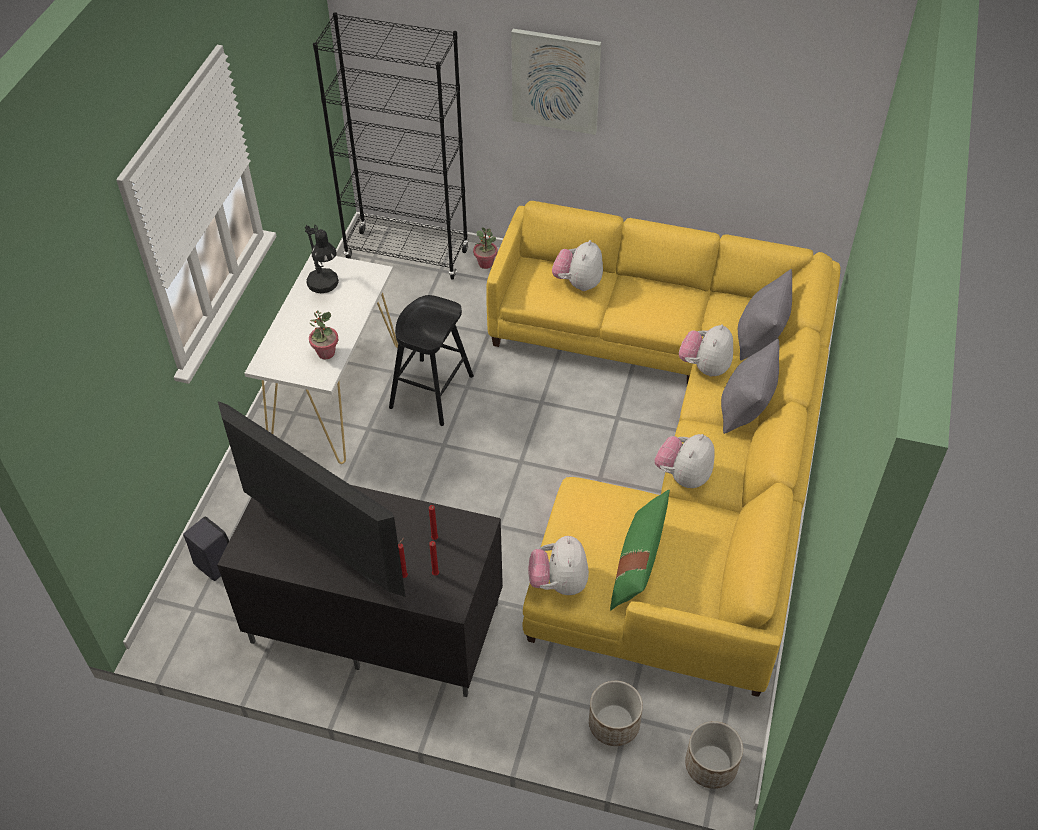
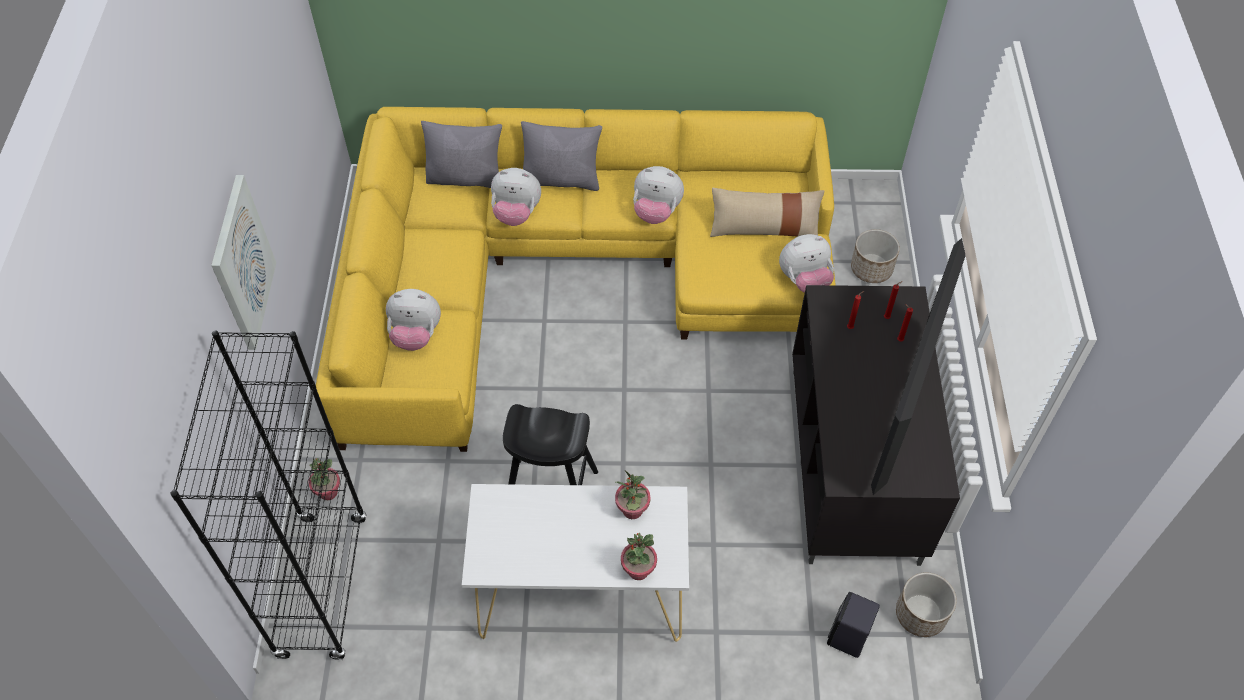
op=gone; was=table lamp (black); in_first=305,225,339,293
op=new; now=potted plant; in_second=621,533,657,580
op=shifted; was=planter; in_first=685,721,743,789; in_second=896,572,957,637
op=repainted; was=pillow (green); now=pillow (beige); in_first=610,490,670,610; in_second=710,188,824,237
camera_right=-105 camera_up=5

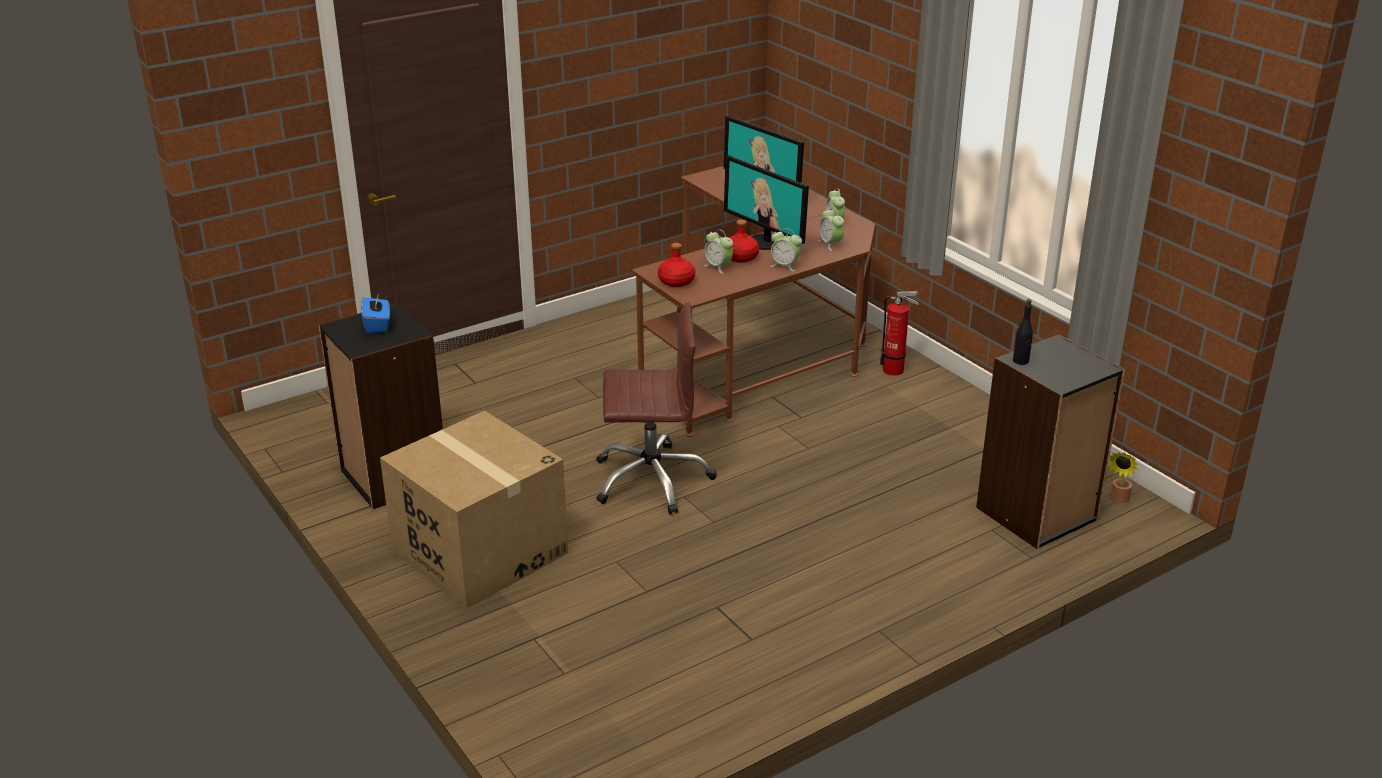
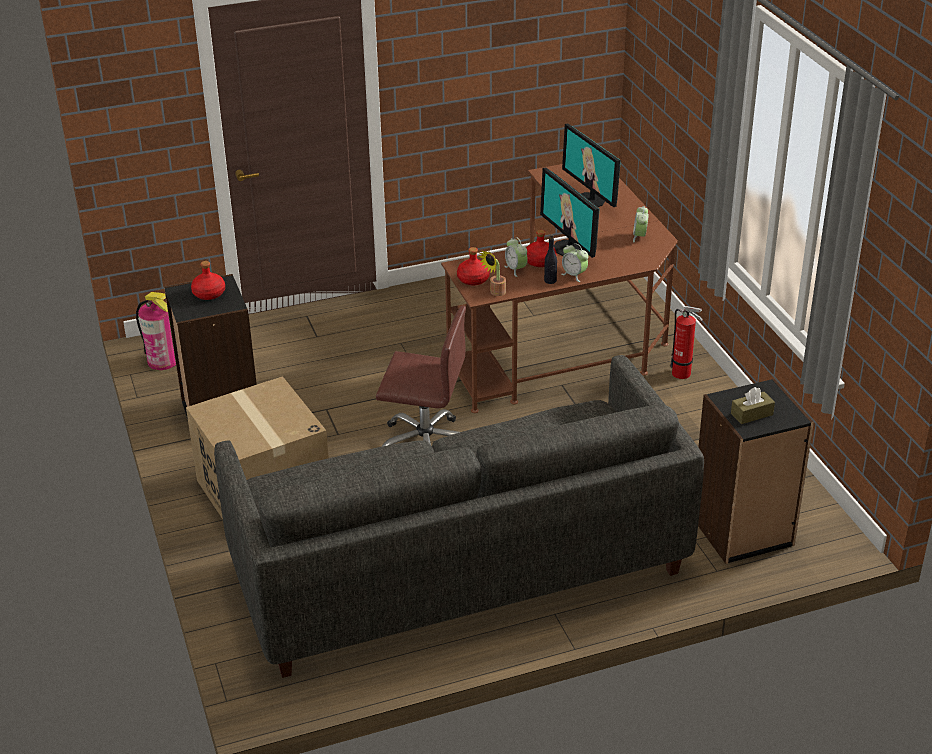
op=gone; was=alarm clock; in_first=818,208,844,251
op=new; now=fire extinguisher; in_second=136,292,176,370
op=new; now=sofa (grey); in_second=214,355,704,678
op=new; now=tissue box (brown); in_second=731,387,775,424
op=shifted; was=bottle (black); in_first=1013,299,1033,365; in_second=544,234,557,284
op=shifted; was=potted plant; in_first=1108,452,1138,503; in_second=478,250,506,296
op=swapped; was=tissue box (blue); now=bottle (red); in_first=361,293,390,333; in_second=191,261,225,300
camera_right=15 camera_up=5

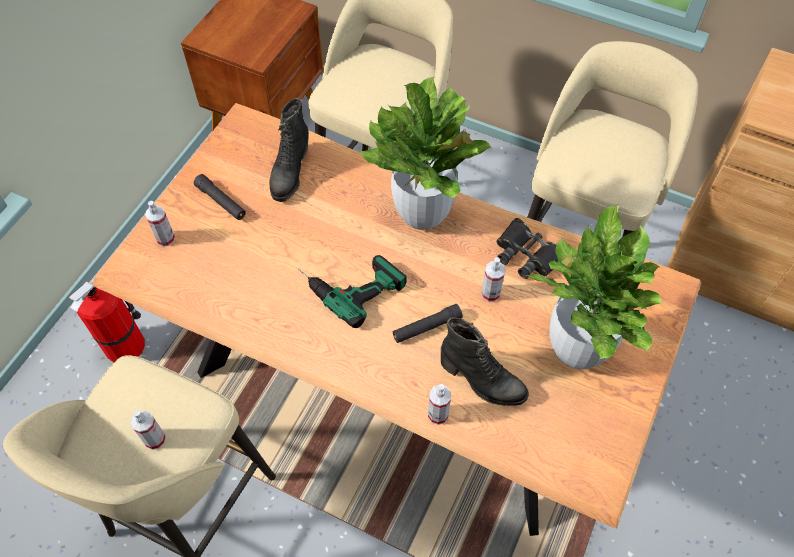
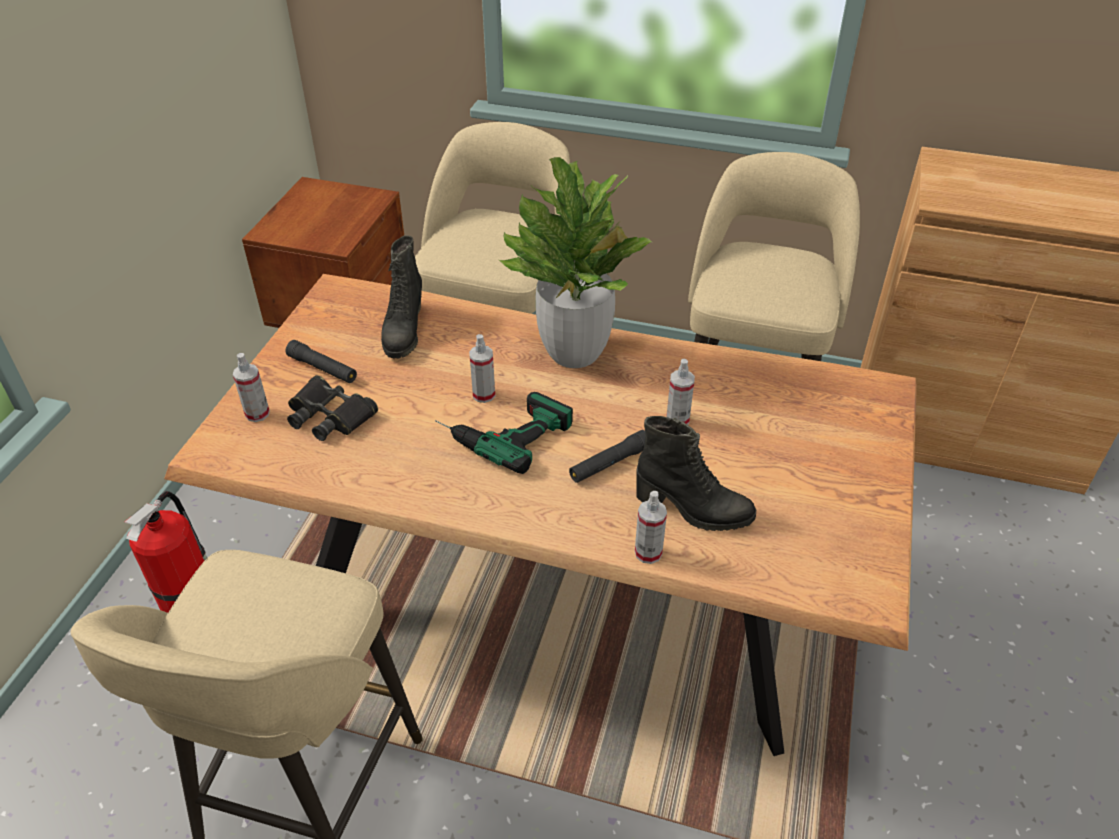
op=gone; was=potted plant; in_first=523,204,662,369
op=shifted; was=spray bottle; in_first=131,410,166,450; in_second=469,334,495,403
op=shifted; was=binoculars (black); in_first=496,218,558,279; in_second=287,375,378,441
camera_right=-10 camera_up=-15

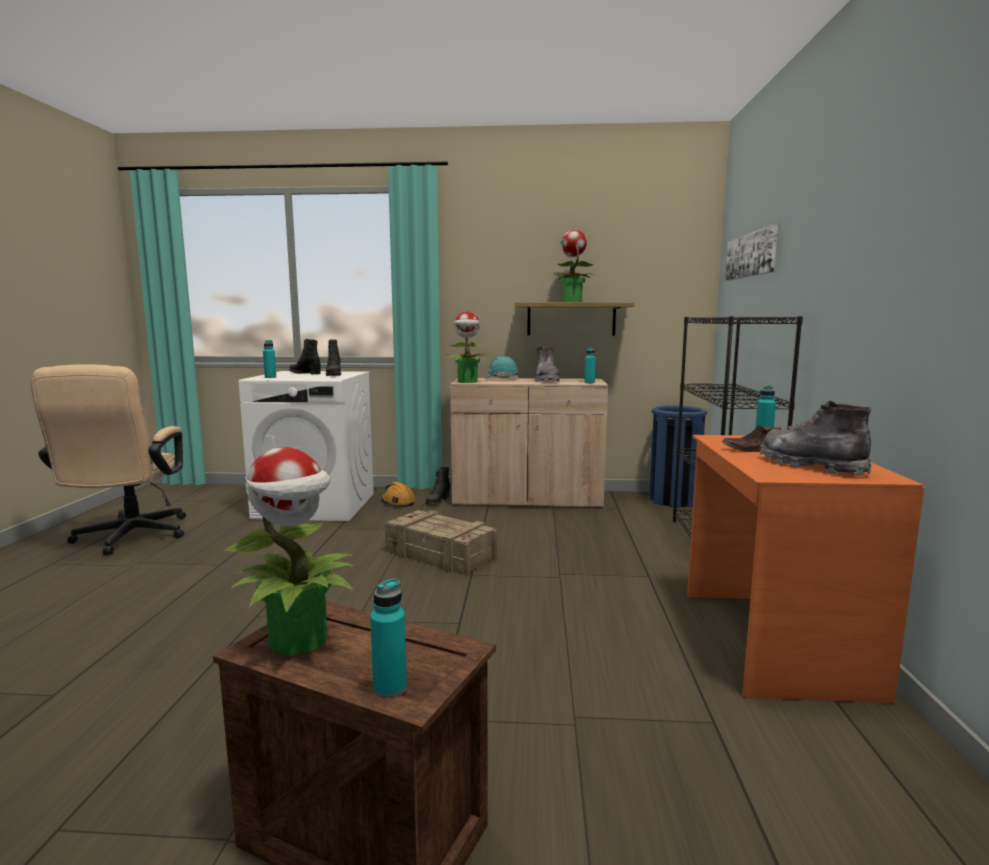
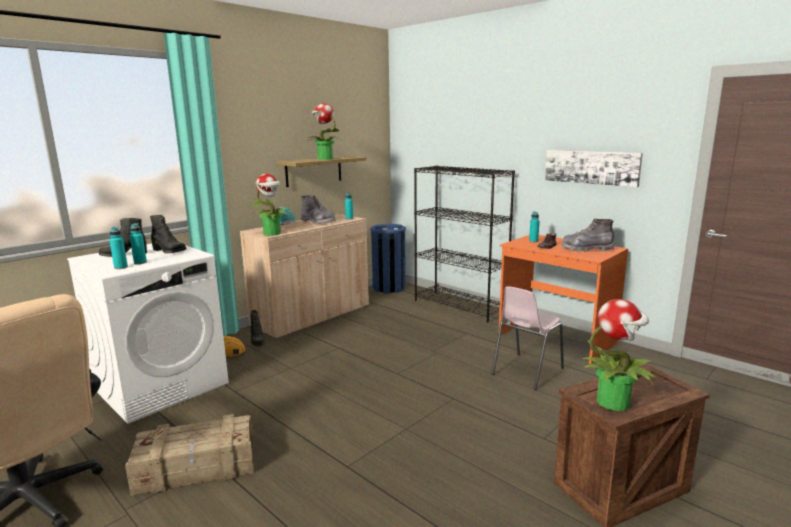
op=new; now=chair (pink); in_second=492,286,564,390
op=shifted; was=bottle (turquoise); in_first=370,579,407,698; in_second=130,223,147,264
op=shifted; was=crate; in_first=385,510,497,576; in_second=125,414,254,496
op=shifted; was=picture; in_first=725,225,778,280; in_second=545,150,643,187
camera_right=-50 camera_up=5

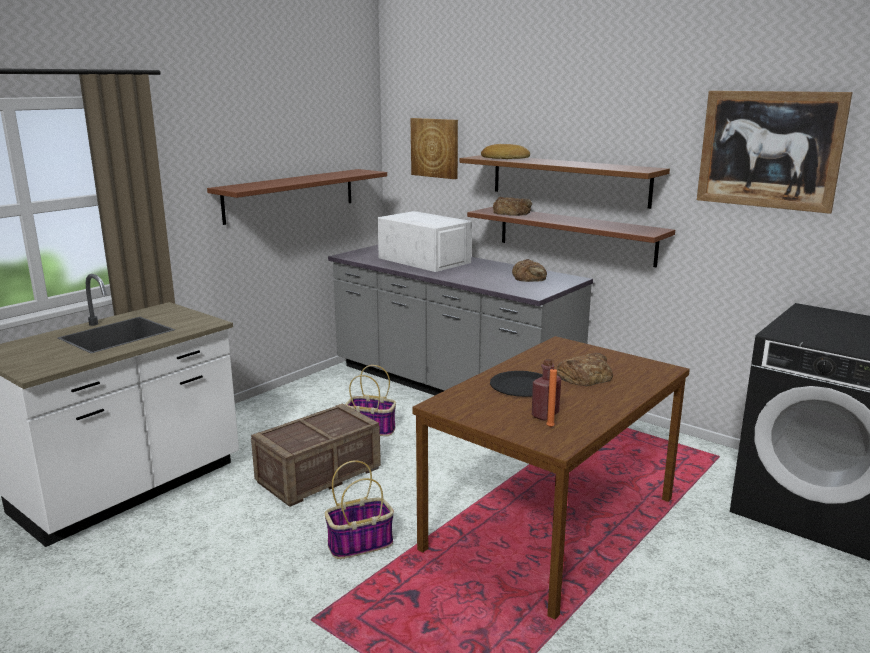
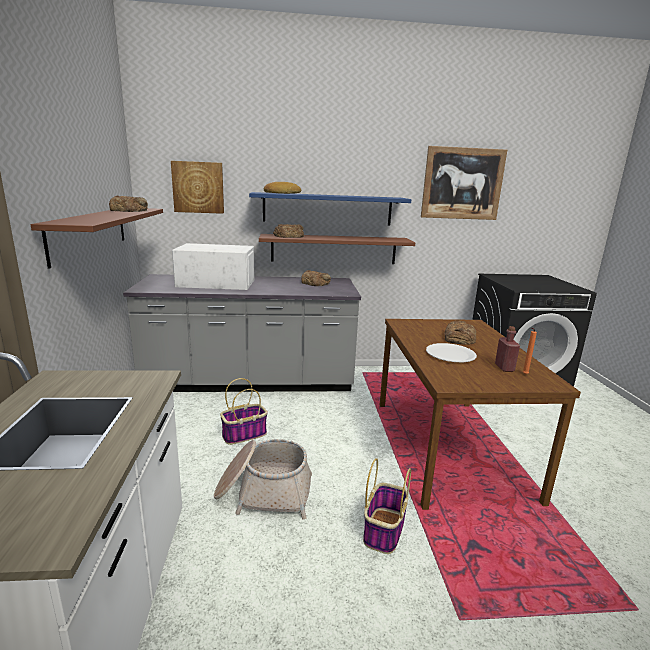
op=new; now=bread; in_second=109,196,148,212
op=swapped; was=crate; now=basket; in_first=251,404,381,507; in_second=214,439,312,520
op=repainted; was=shelf (brown); now=shelf (blue); in_first=459,155,670,209; in_second=249,192,412,225
op=repainted; was=plate (black); now=plate (white); in_first=490,371,543,397; in_second=426,343,477,362
camera_right=-45 camera_up=0

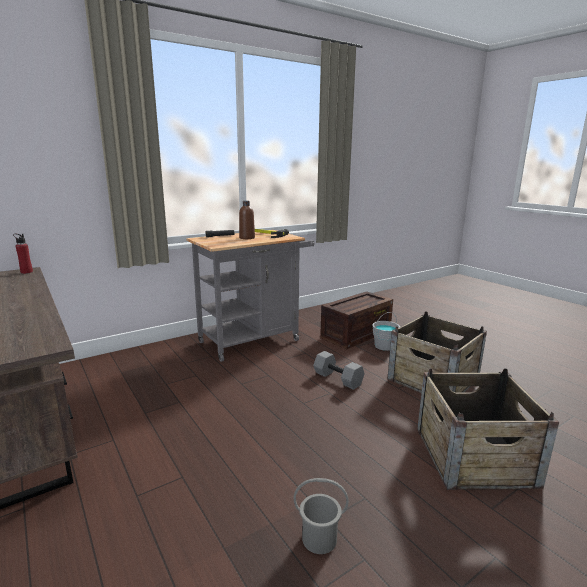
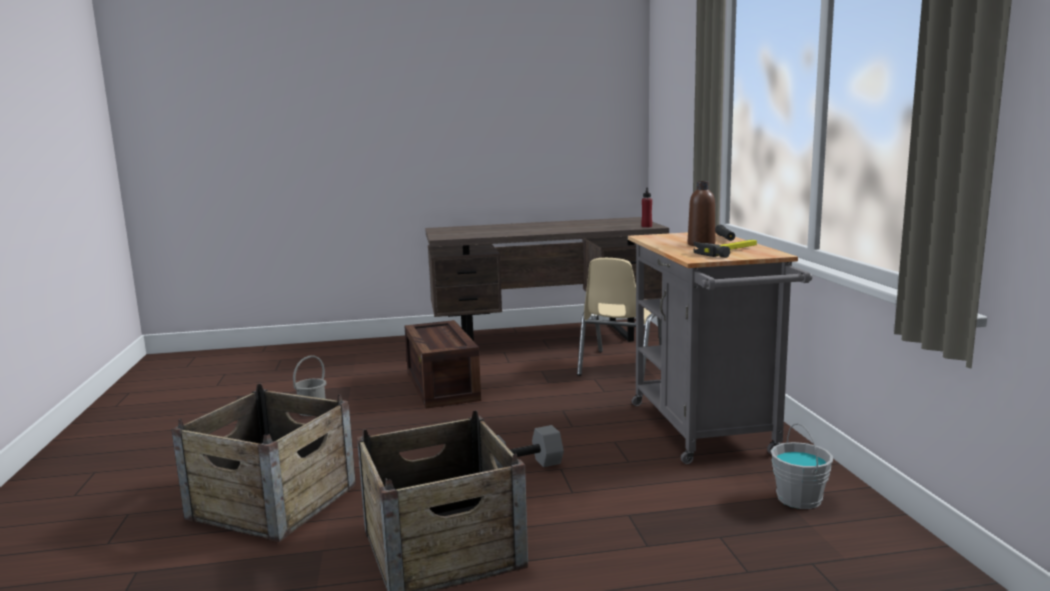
op=new; now=chair (beige); in_second=577,258,662,381
op=shifted; was=crate; in_first=320,291,393,349; in_second=404,320,481,408
op=shifted; was=bucket (grey); in_first=372,312,400,351; in_second=771,423,833,509
camera_right=115 camera_up=-5

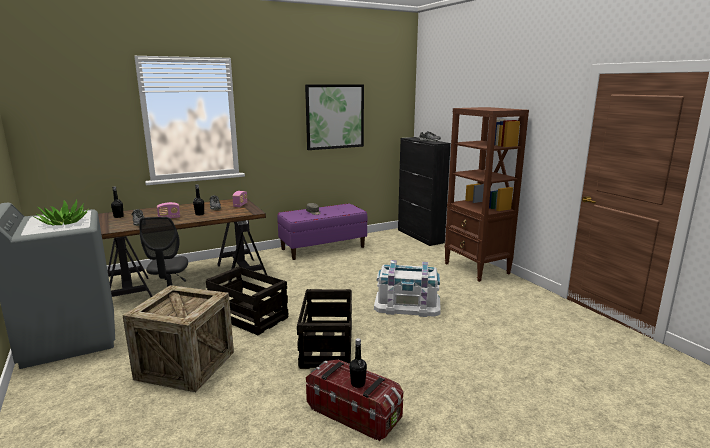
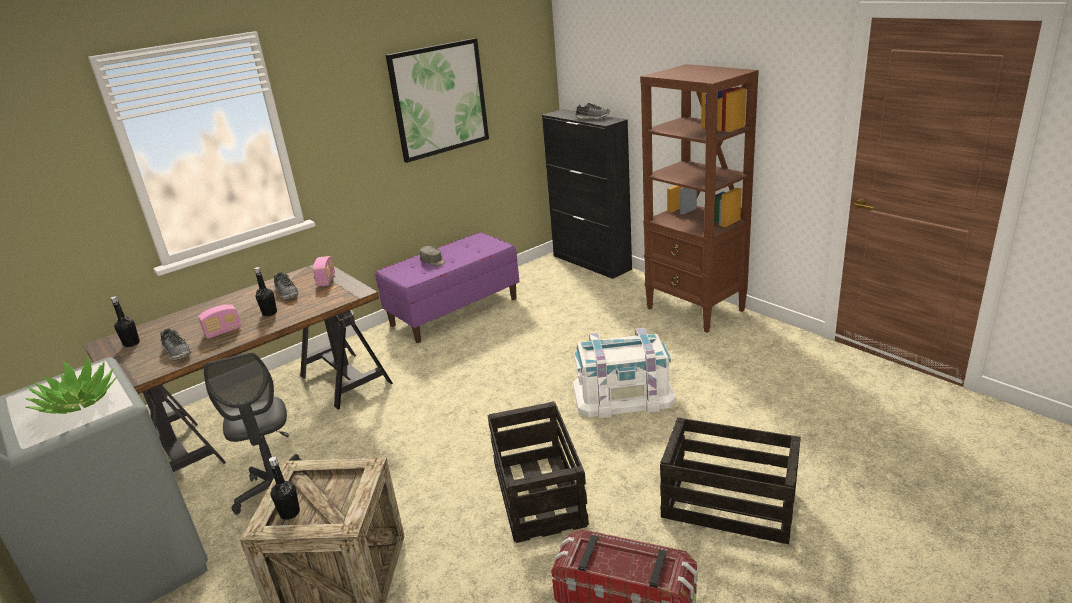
op=shifted; was=crate; in_first=206,267,289,335; in_second=660,417,801,544
op=shifted; was=bottle (black); in_first=349,338,367,388; in_second=269,457,300,520
camera_right=-10 camera_up=10

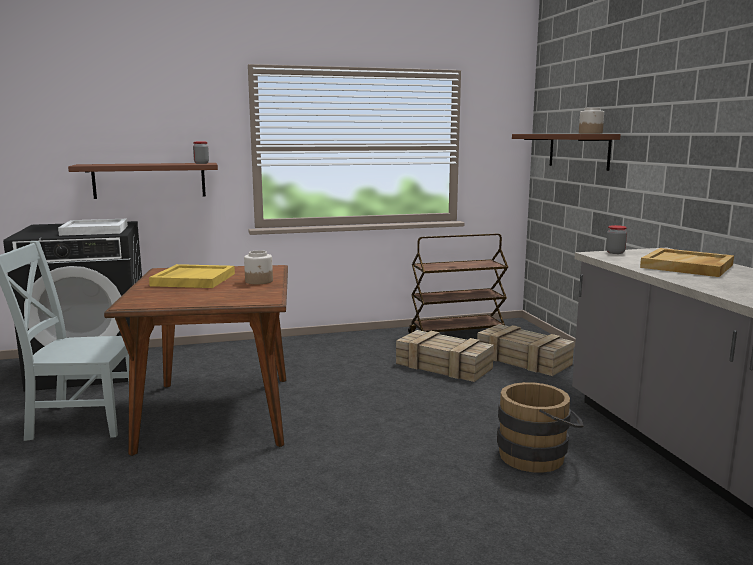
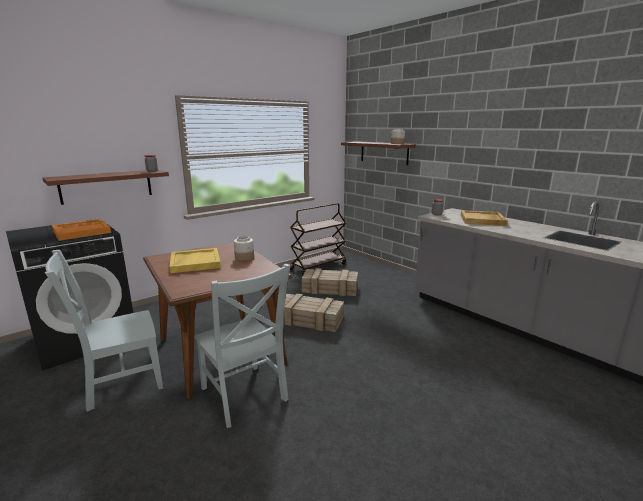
op=gone; was=bucket (brown); in_first=497,382,583,473
op=new; now=chair (grey); in_second=194,264,291,428
op=shifted; was=crate; in_first=477,324,574,376; in_second=283,293,344,332
op=repainted; was=tray (white); now=tray (orange); in_first=58,219,128,236; in_second=52,219,111,241
camera_right=-25 camera_up=5

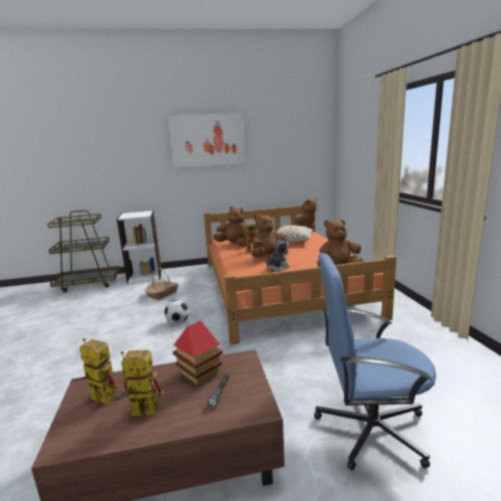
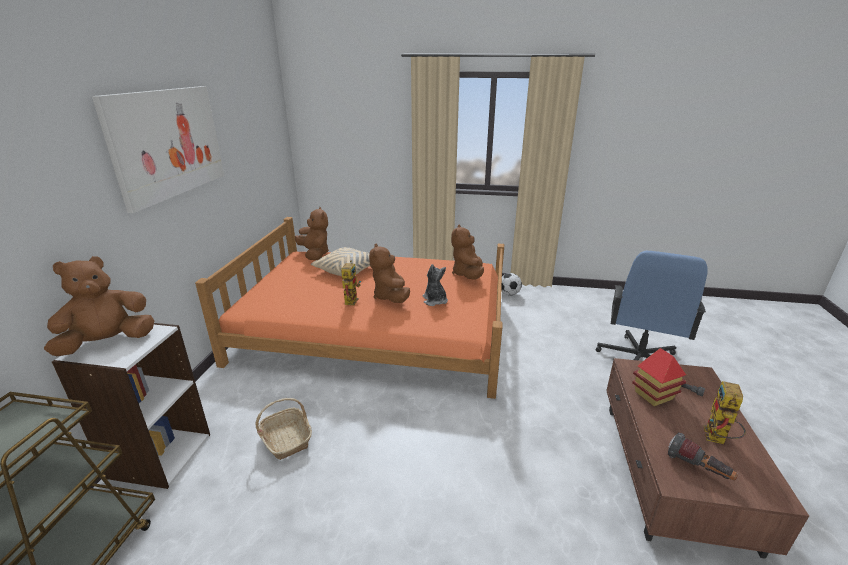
op=shifted; was=football; in_first=165,300,189,324; in_second=501,273,522,296
op=shifted; was=plush toy (brown); in_first=213,207,247,247; in_second=44,256,155,356
op=swapped; was=toy robot; now=flashlight; in_first=72,338,119,405; in_second=668,432,738,481
camera_right=-70 camera_up=10

